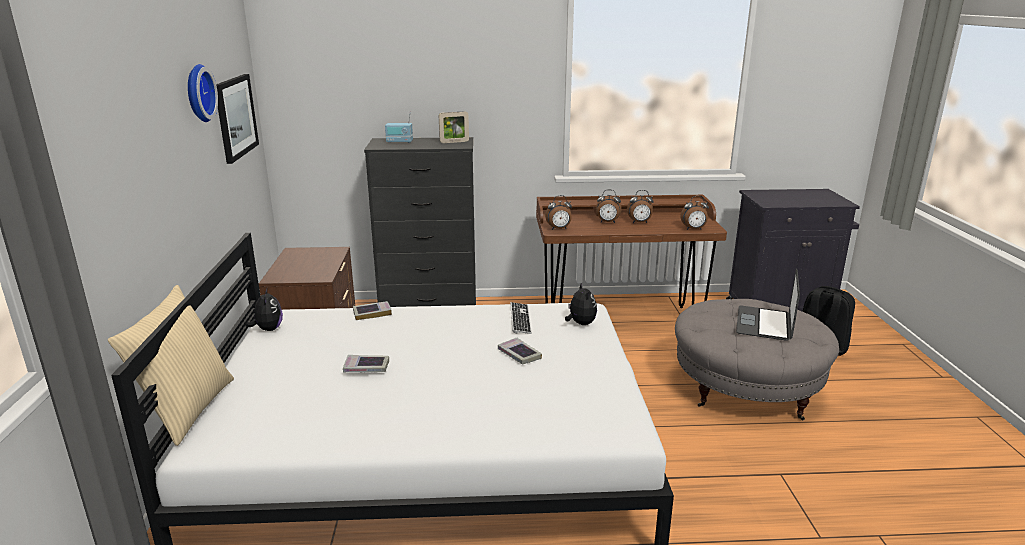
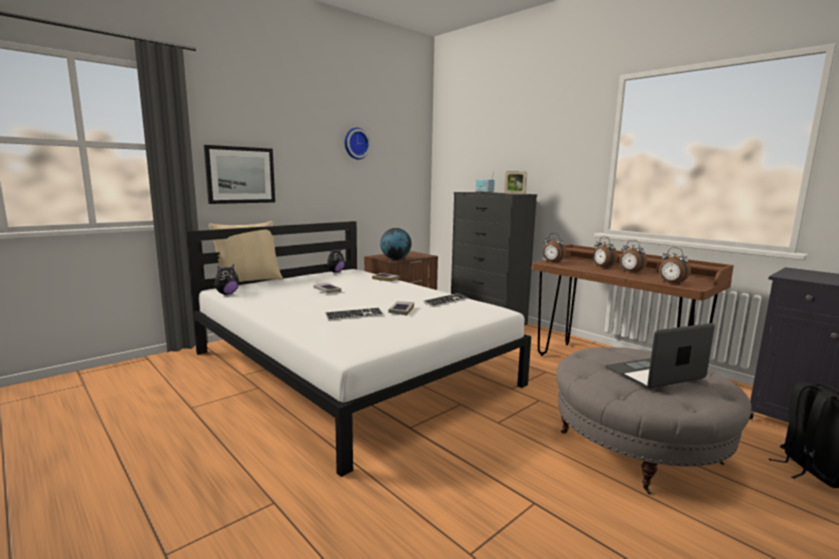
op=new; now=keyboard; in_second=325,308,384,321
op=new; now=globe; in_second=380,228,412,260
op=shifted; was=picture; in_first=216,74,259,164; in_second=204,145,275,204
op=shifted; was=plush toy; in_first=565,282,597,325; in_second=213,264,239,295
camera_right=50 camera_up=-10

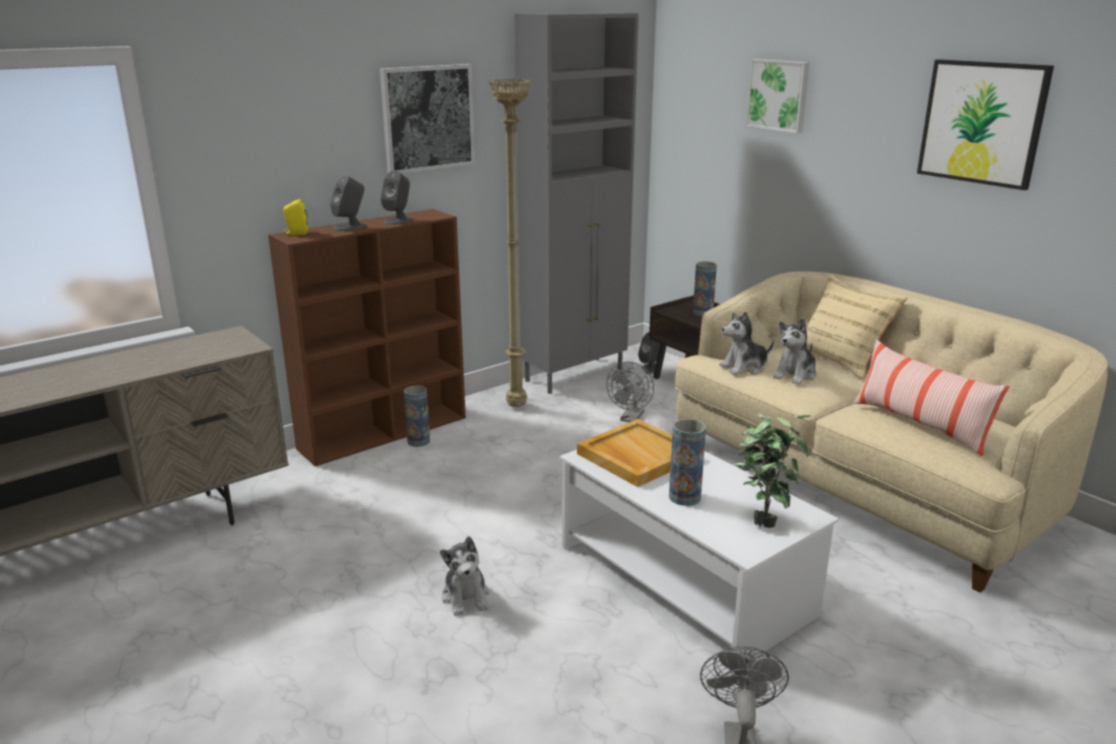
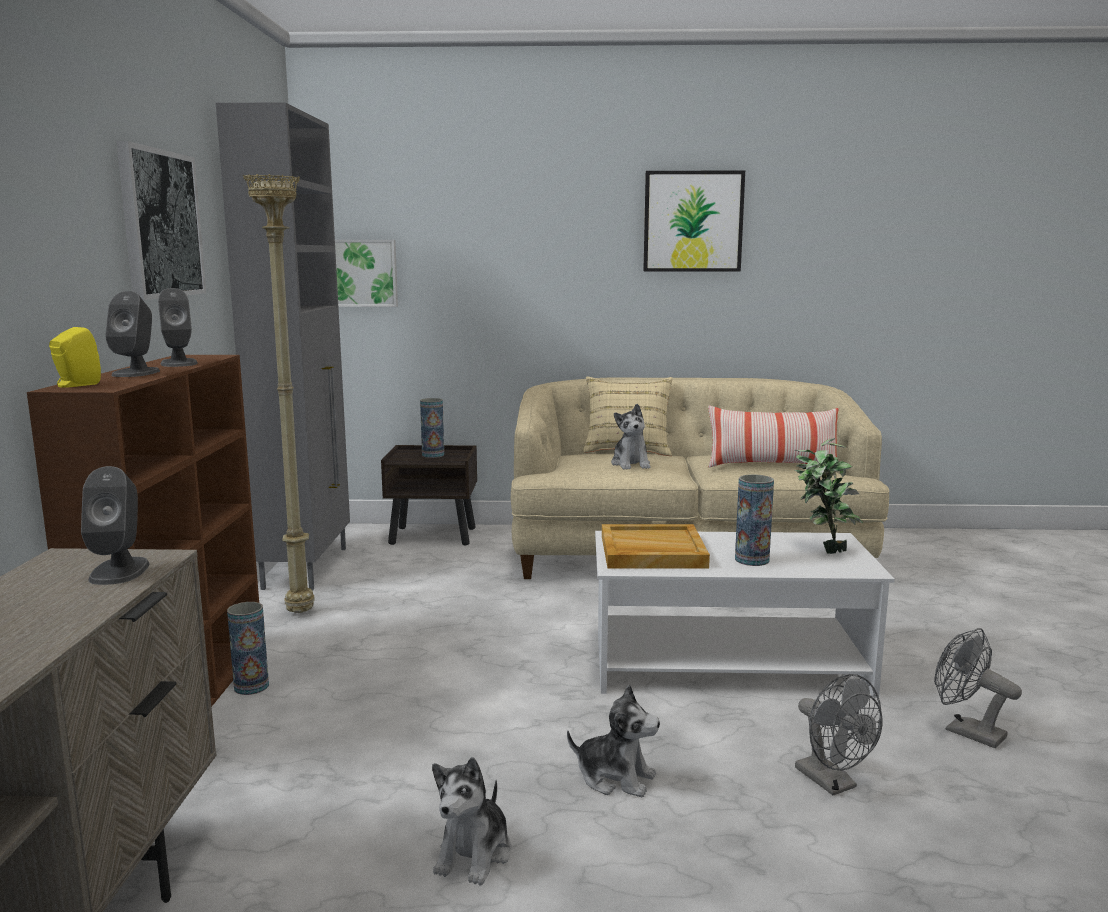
op=shifted; was=fan (grey); in_first=606,362,654,422; in_second=795,674,883,795
op=shifted; was=speaker (grey); in_first=638,332,660,374; in_second=81,466,150,585
op=shifted; was=plush toy; in_first=719,311,774,375; in_second=432,757,511,886
op=shifted; was=picture; in_first=746,59,810,133; in_second=335,240,398,307
camera_right=-50 camera_up=-10

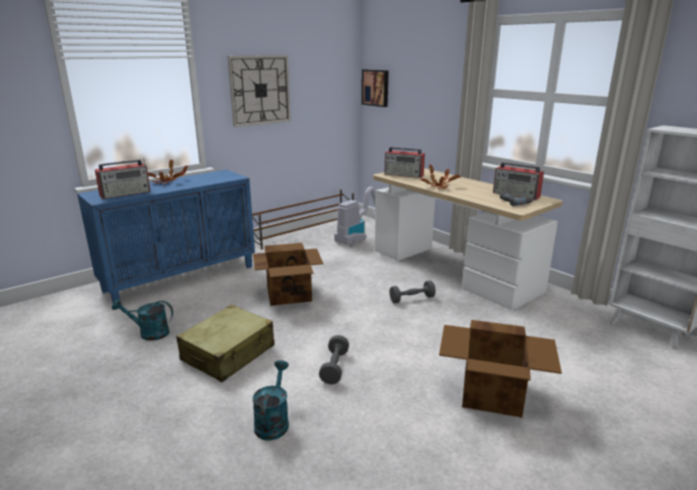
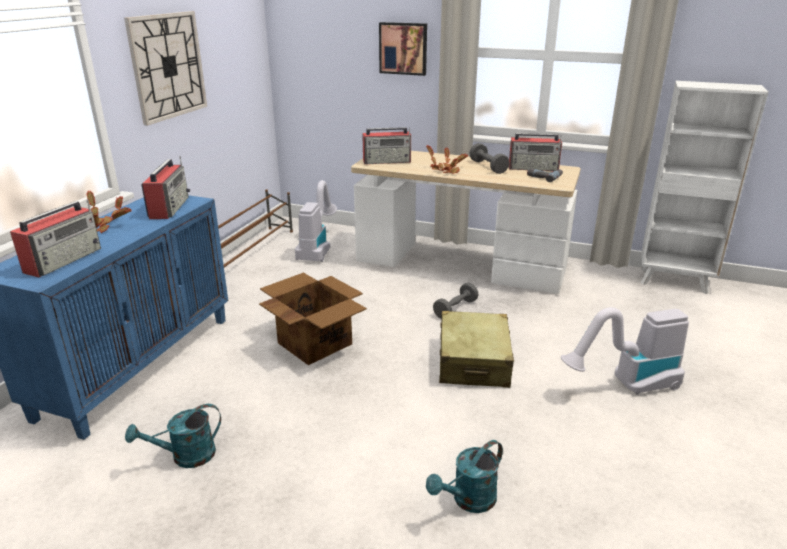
op=new; now=radio; in_second=141,156,190,219
op=shifted; was=suitcase (beige); in_first=176,305,275,382; in_second=439,311,514,388
op=shifted; was=dumbbell (grey); in_first=319,335,349,384; in_second=469,143,510,174
op=shifted; was=picture; in_first=362,70,389,107; in_second=379,22,427,76
op=swapped; was=cardboard box; now=vacuum cleaner; in_first=439,320,562,417; in_second=561,307,689,395
op=rotated; was=watering can (turquoise); in_first=252,360,289,440; in_second=426,440,503,513; clockwise=-105
camera_right=-30 camera_up=5

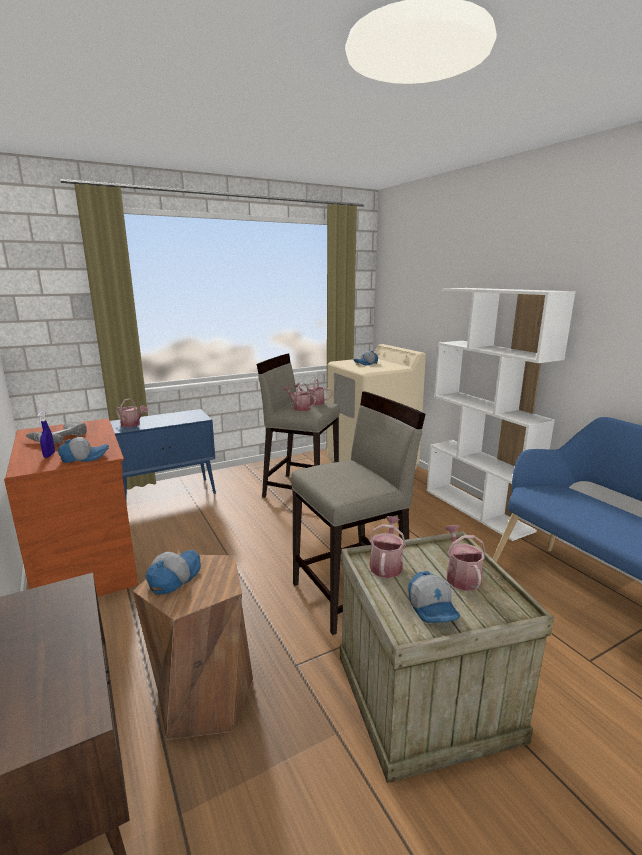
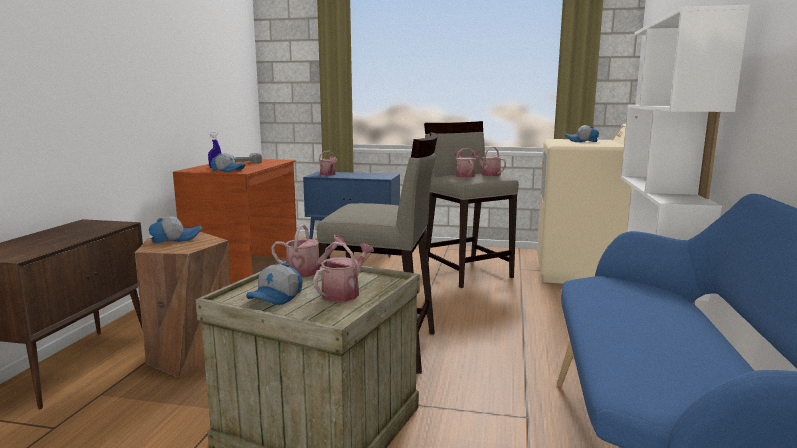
op=rotated; was=watering can; in_first=369,516,406,578; in_second=271,224,346,277; clockwise=45
camera_right=40 camera_up=-5

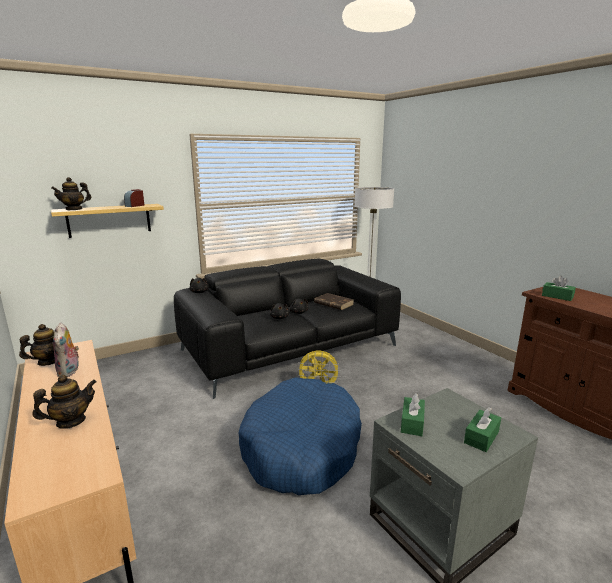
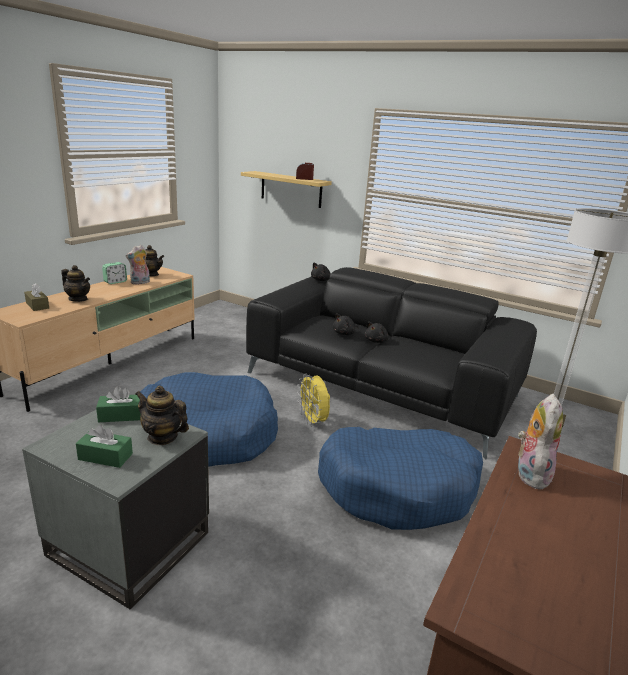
op=gone; was=book (brown); in_first=314,293,354,310
op=new; now=tissue box (brown); in_second=24,283,49,311
op=new; now=alarm clock; in_second=102,262,127,284
op=new; now=dog bed (blue); in_second=318,427,483,530
op=shifted; was=teapot; in_first=51,177,91,210; in_second=135,386,189,445
op=swapped; was=tissue box (green); now=plush toy; in_first=542,276,576,301; in_second=518,394,563,492
camera_right=60 camera_up=5

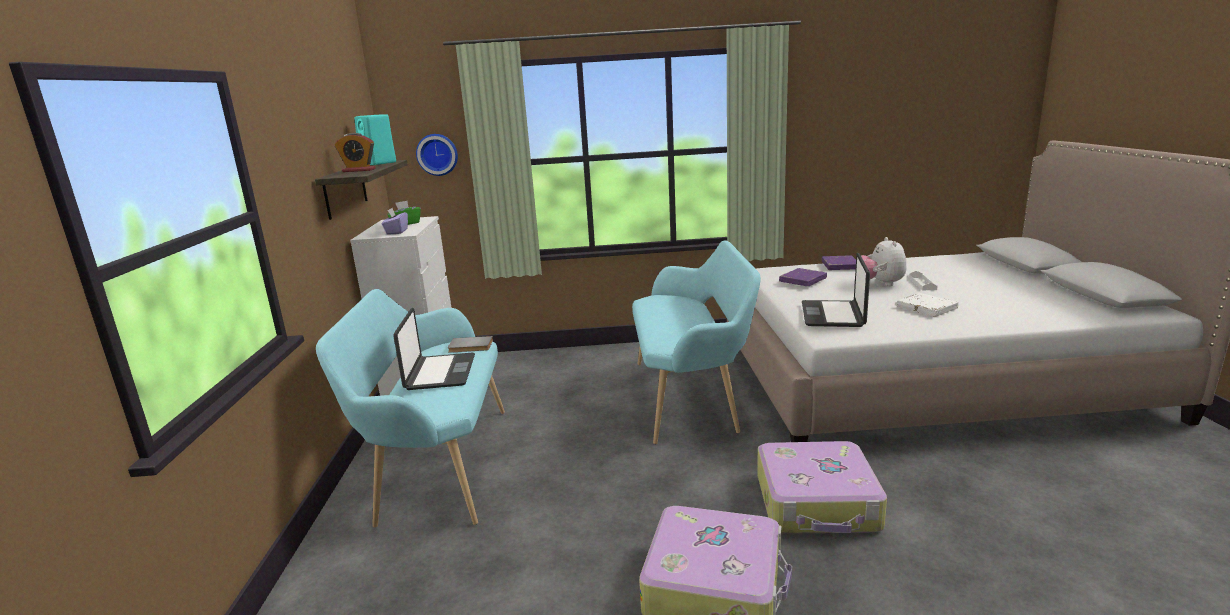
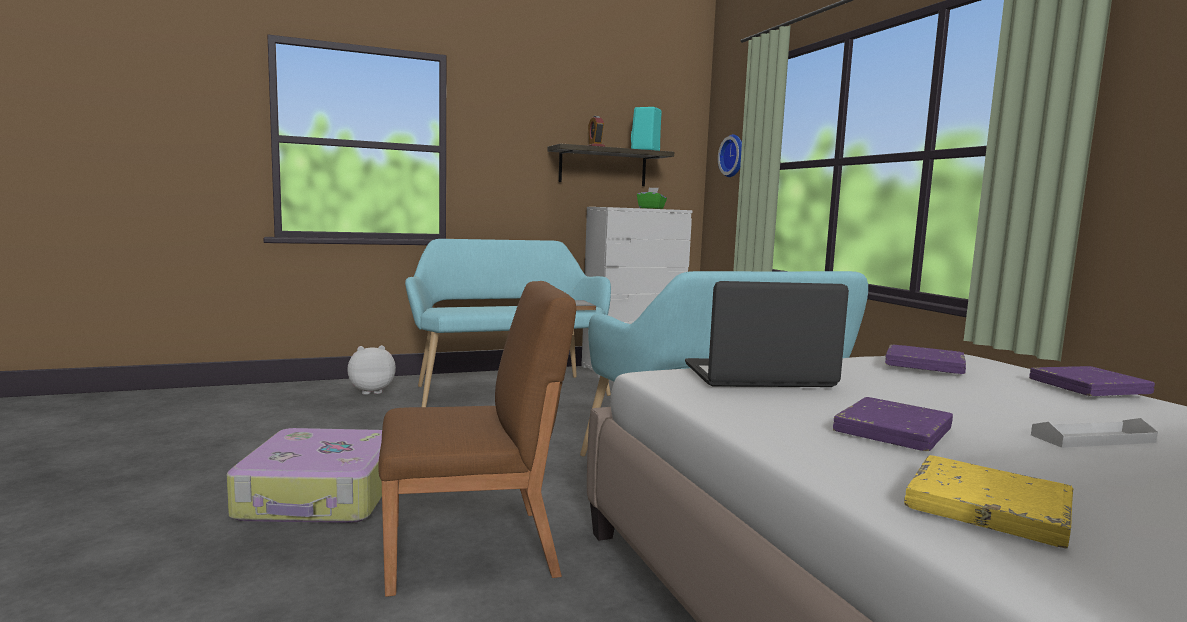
op=gone; was=tissue box (purple); in_first=382,208,408,235
op=gone; was=laptop; in_first=393,308,475,390
op=new; now=book (yellow); in_second=904,455,1073,549
op=shifted; was=plush toy; in_first=861,237,907,286; in_second=347,345,396,395
op=swapped; was=suitcase; now=chair (brown); in_first=757,441,887,534; in_second=378,281,576,597
op=repainted; was=book (white); now=book (purple); in_first=897,293,959,317; in_second=833,397,953,451
camera_right=70 camera_up=-10

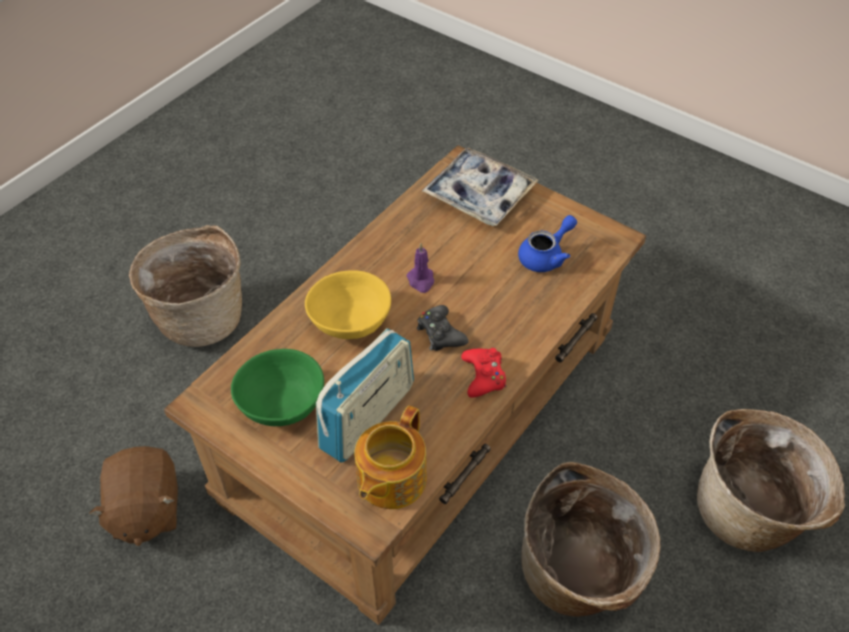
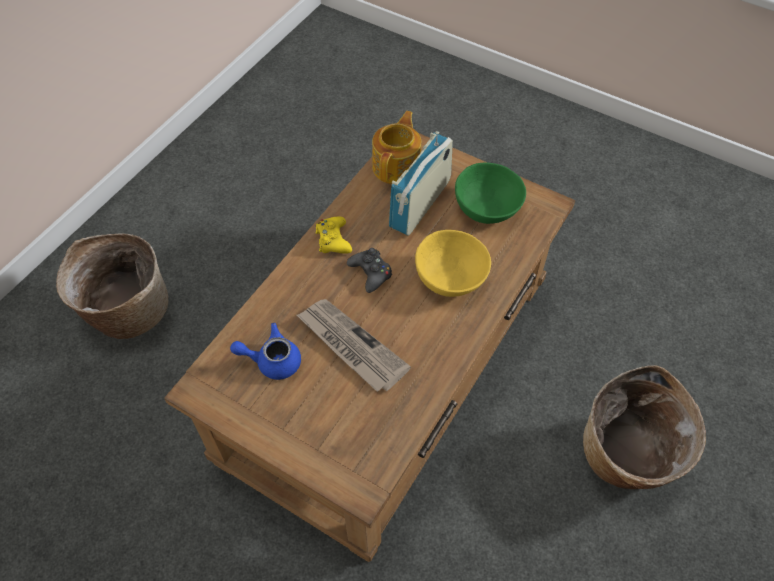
op=gone; was=plush toy (brown); in_first=89,446,178,546
op=gone; was=candle (purple); in_first=407,243,434,293
op=gone; was=tray; in_first=422,148,539,226
op=gone; was=basket; in_first=521,462,661,617
op=new; now=newspaper; in_second=297,299,411,392
op=repainted; was=game controller (red); now=game controller (yellow); in_first=461,348,506,398; in_second=315,217,352,254
op=rotated; was=teapot (blue); in_first=518,215,577,272; in_second=230,323,301,380; clockwise=45
camera_right=175 camera_up=5

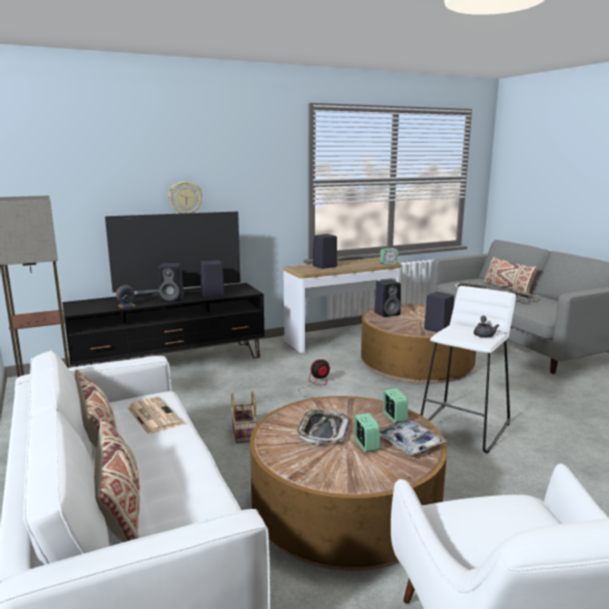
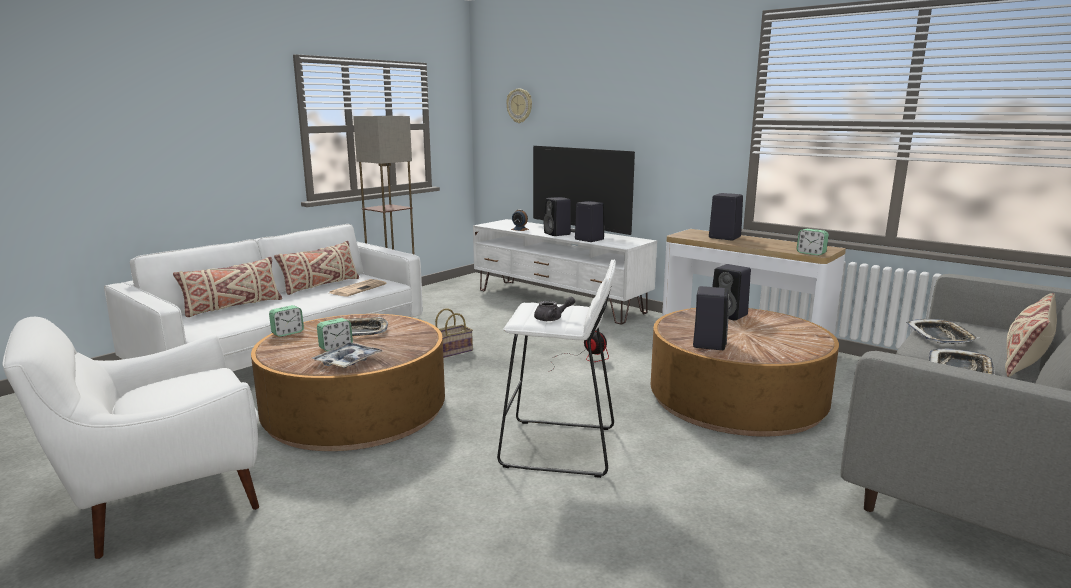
op=shifted; was=wall clock; in_first=169,181,202,214; in_second=506,89,532,123
op=shifted; was=alarm clock; in_first=383,388,408,423; in_second=269,305,304,337
op=repainted; was=tv stand (black); now=tv stand (white); in_first=62,283,265,367; in_second=473,219,657,325
camera_right=65 camera_up=0

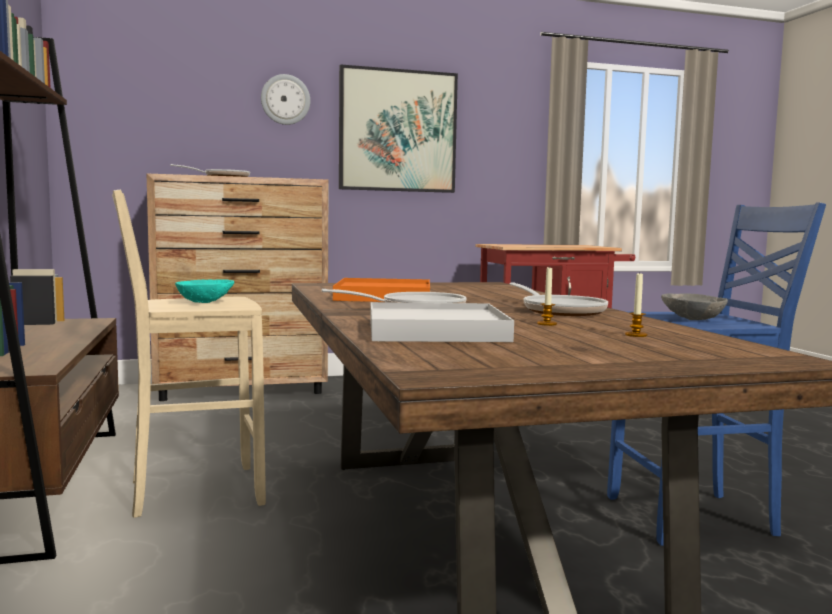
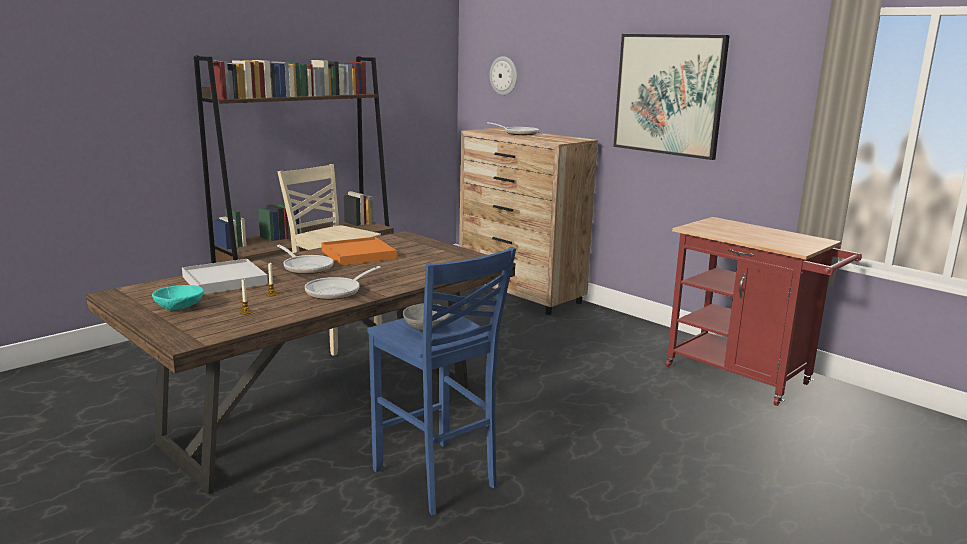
op=shifted; was=bowl (turquoise); in_first=175,279,234,303; in_second=152,285,204,311
op=shifted; was=wall clock; in_first=261,74,310,125; in_second=489,56,517,95
camera_right=60 camera_up=10

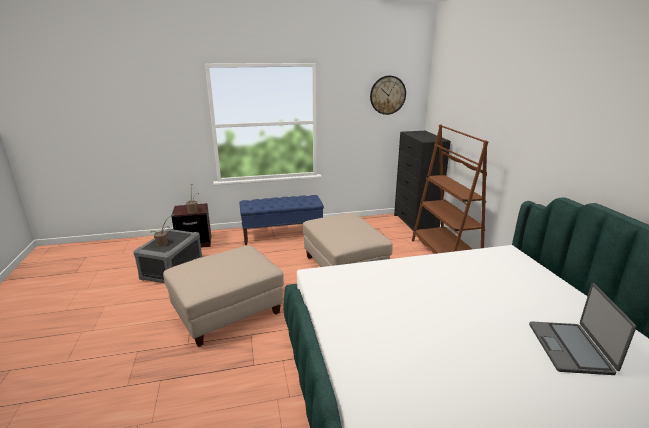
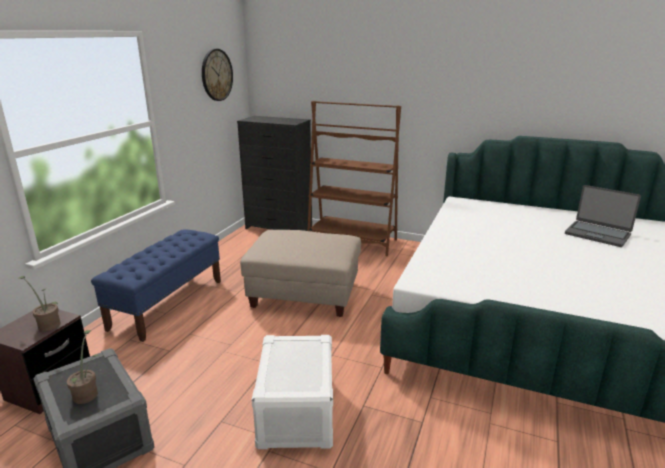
op=swapped; was=ottoman (beige); now=storage box (white); in_first=163,245,284,347; in_second=252,335,333,449
camera_right=-55 camera_up=0

